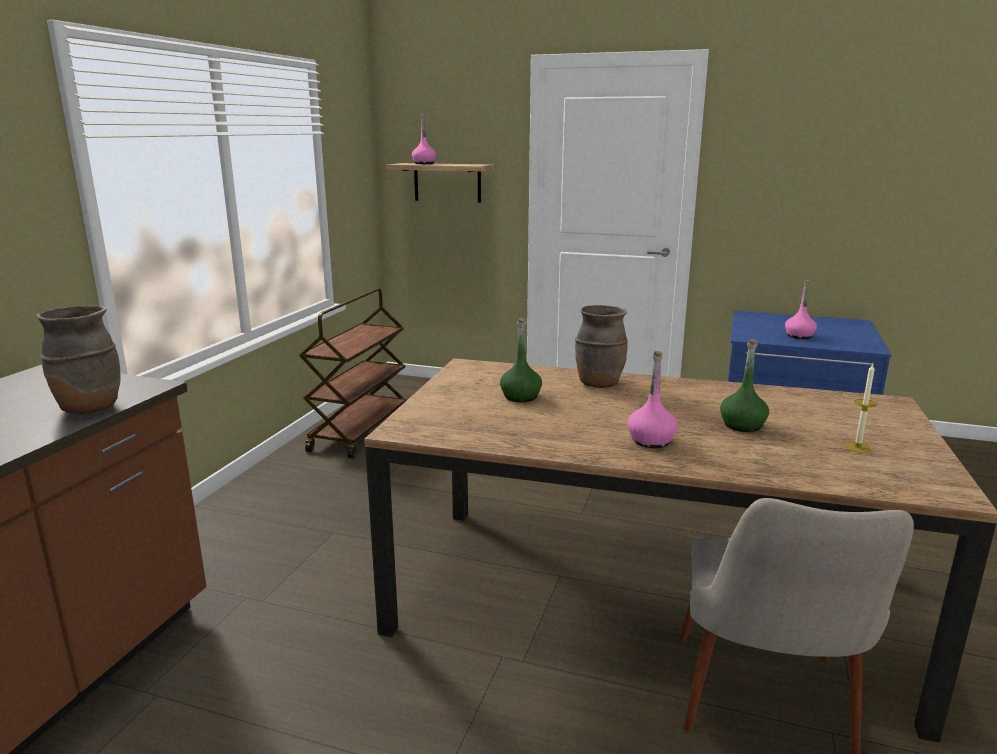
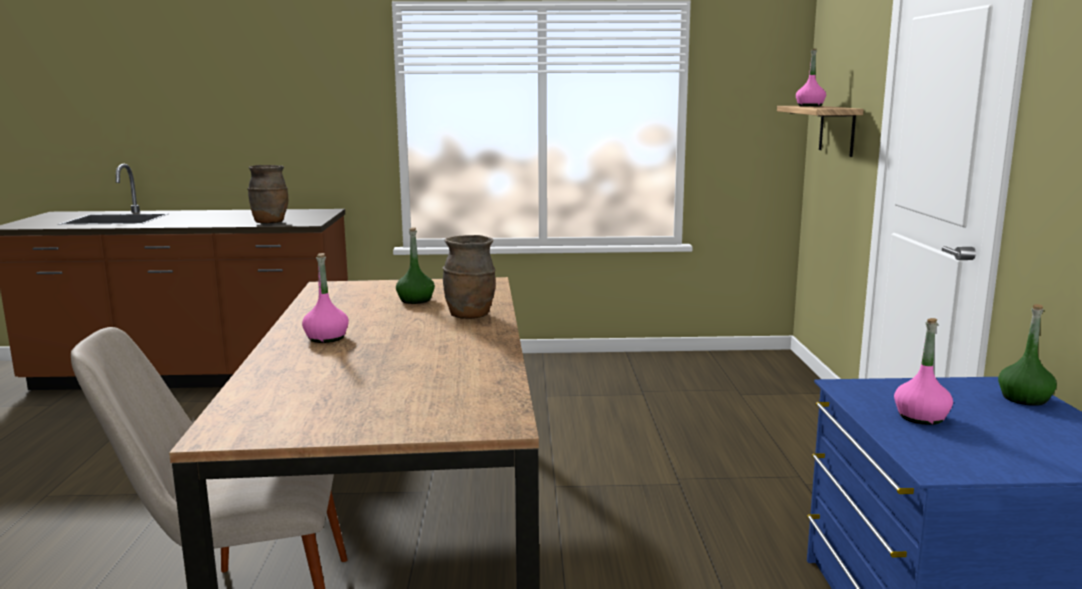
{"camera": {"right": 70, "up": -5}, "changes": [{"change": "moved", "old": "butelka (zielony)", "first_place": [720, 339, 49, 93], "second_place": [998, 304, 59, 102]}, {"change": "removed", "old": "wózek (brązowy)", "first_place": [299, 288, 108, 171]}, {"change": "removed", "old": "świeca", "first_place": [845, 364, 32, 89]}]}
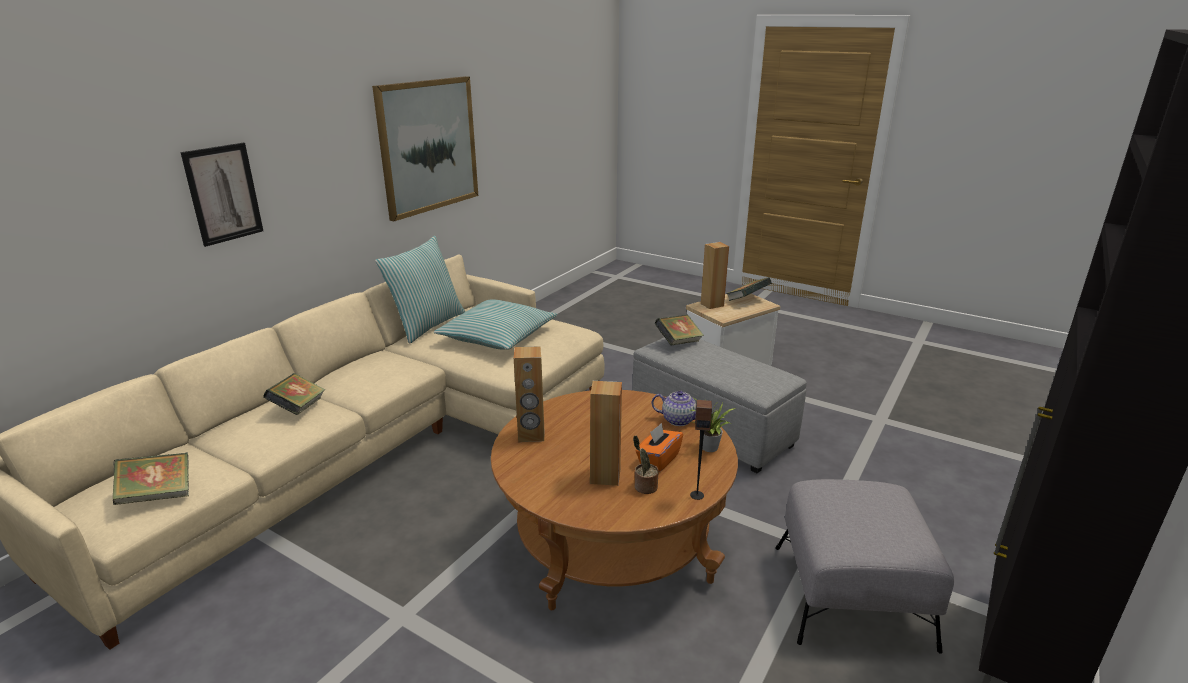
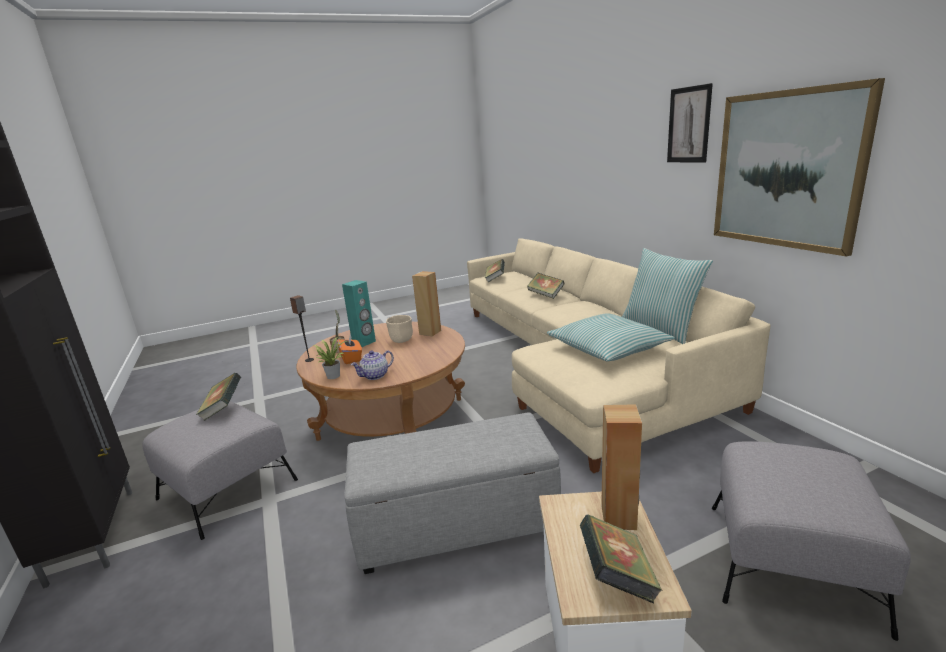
{"camera": {"right": 125, "up": -5}, "changes": [{"change": "moved", "old": "książka", "first_place": [655, 315, 49, 30], "second_place": [196, 373, 46, 48]}, {"change": "recoloured", "old": "głośnik (brązowy)", "new": "głośnik (turkusowy)", "first_place": [590, 381, 32, 105], "second_place": [342, 280, 34, 67]}, {"change": "added", "new": "miska (beżowy)", "second_place": [386, 315, 27, 28]}, {"change": "moved", "old": "obraz", "first_place": [180, 143, 83, 104], "second_place": [667, 83, 46, 80]}, {"change": "added", "new": "pufa (szary)", "second_place": [712, 441, 199, 200]}]}
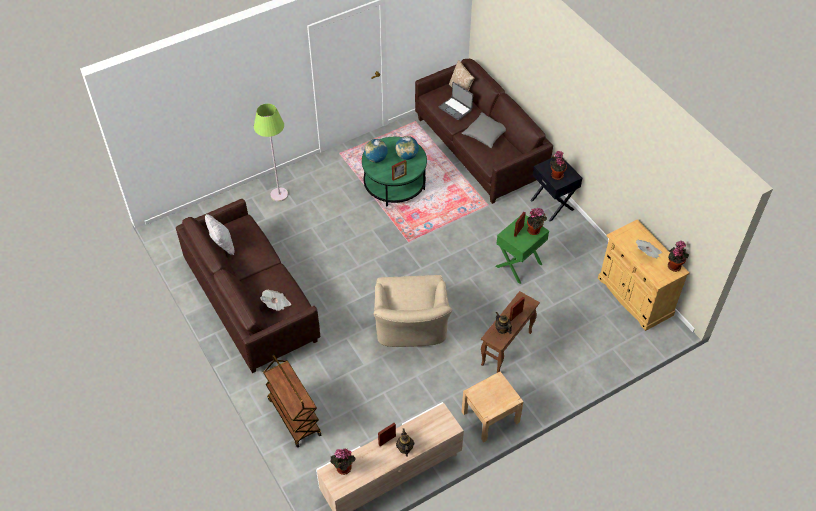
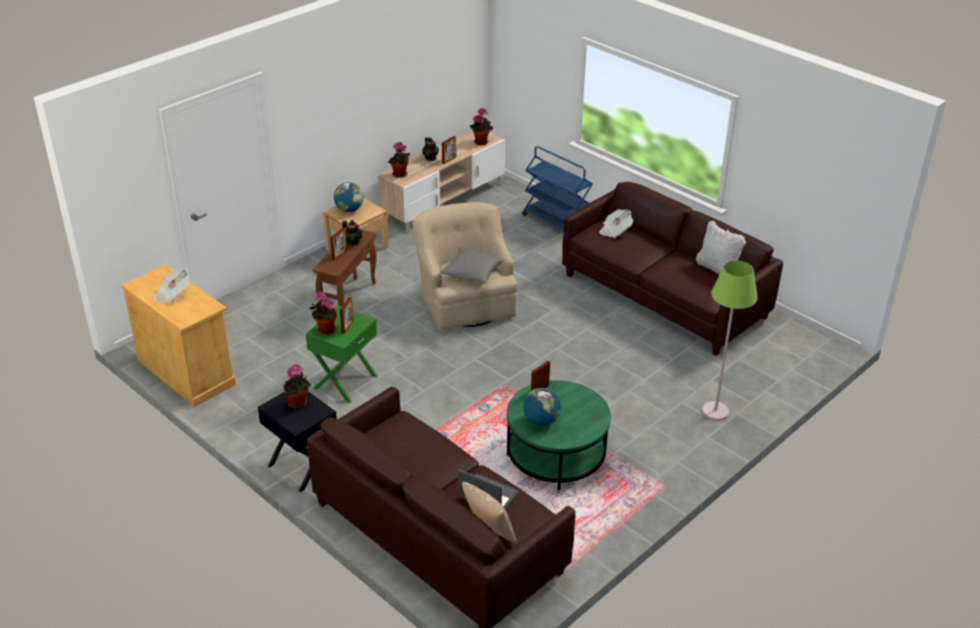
{"camera": {"right": 165, "up": -15}, "changes": [{"change": "moved", "old": "globus", "first_place": [364, 139, 24, 24], "second_place": [334, 182, 30, 30]}, {"change": "moved", "old": "roślina doniczkowa", "first_place": [668, 240, 21, 32], "second_place": [388, 142, 22, 36]}, {"change": "moved", "old": "poduszka (szary)", "first_place": [462, 112, 44, 36], "second_place": [440, 247, 64, 36]}, {"change": "recoloured", "old": "wózek (brązowy)", "new": "wózek (niebieski)", "first_place": [263, 355, 58, 93], "second_place": [522, 146, 71, 83]}]}
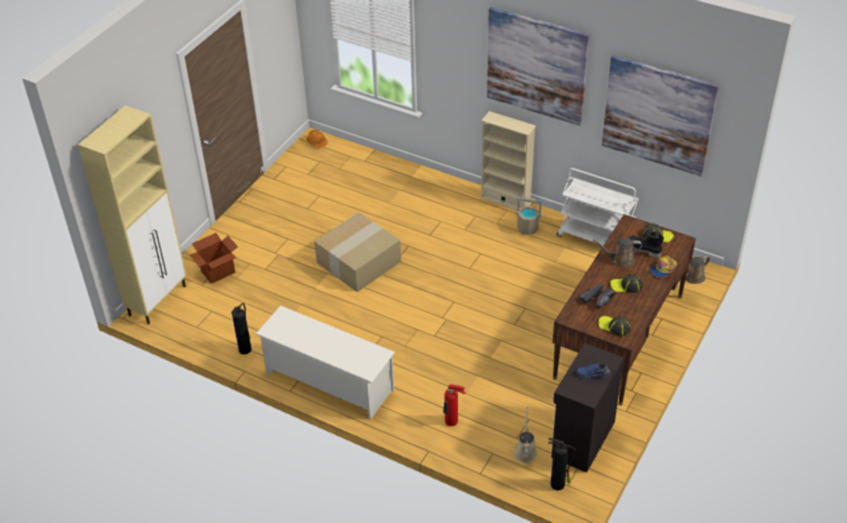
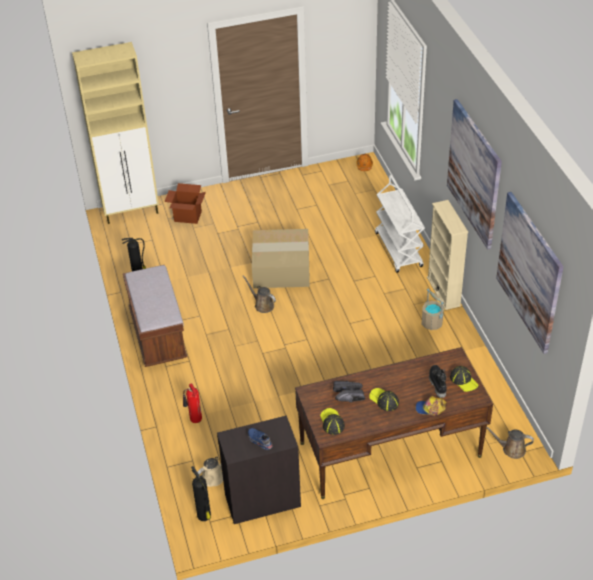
{"camera": {"right": 45, "up": 0}, "changes": [{"change": "replaced", "old": "regał na buty (biały)", "new": "ławka (brązowy)", "first_place": [255, 306, 140, 114], "second_place": [123, 265, 65, 102]}, {"change": "moved", "old": "konewka (brązowy)", "first_place": [593, 238, 49, 30], "second_place": [243, 275, 33, 38]}, {"change": "moved", "old": "wózek (biały)", "first_place": [557, 168, 82, 78], "second_place": [375, 175, 50, 98]}]}
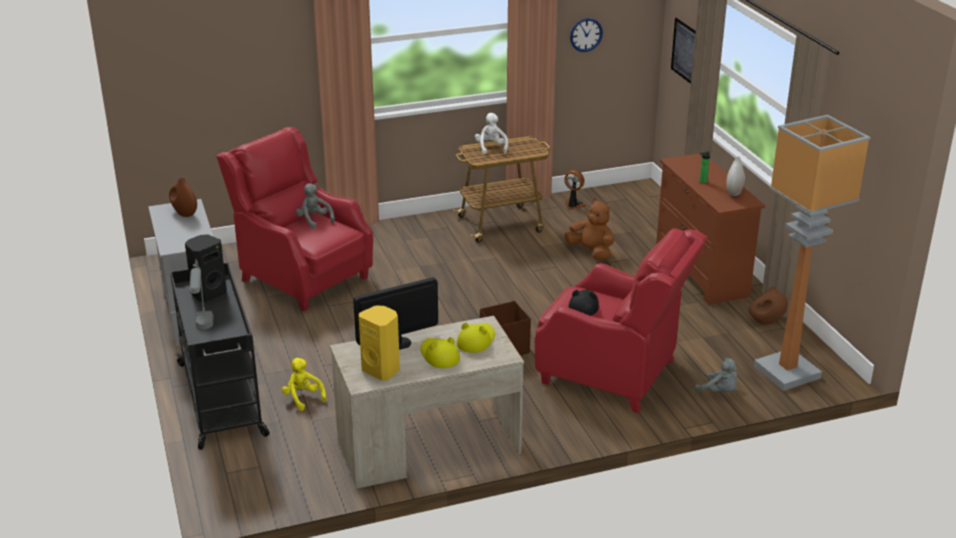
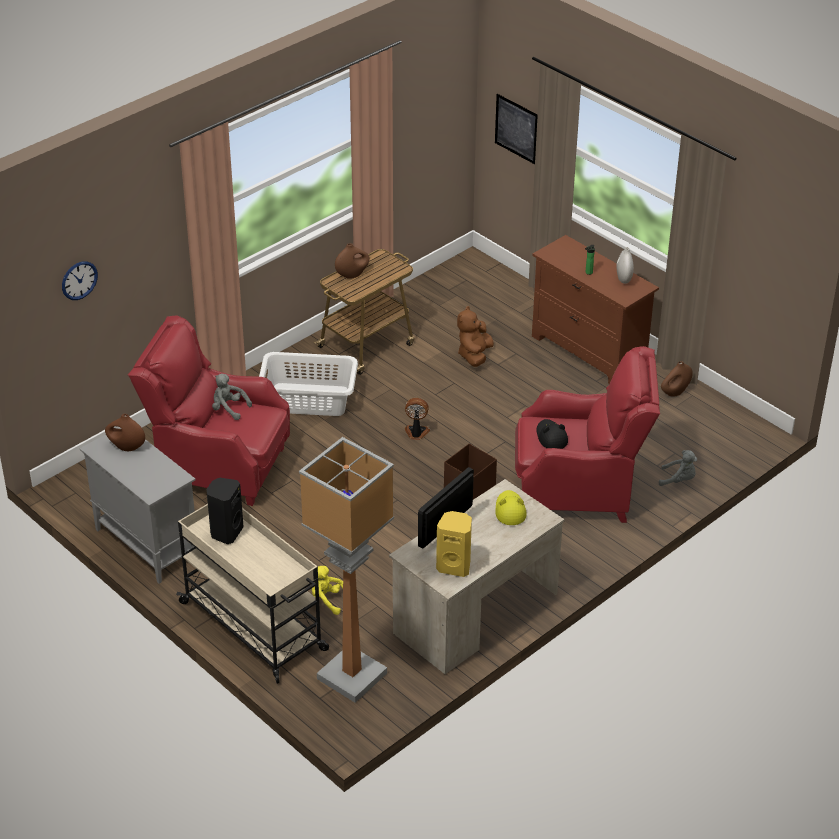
{"camera": {"right": -25, "up": 10}, "changes": [{"change": "moved", "old": "zegar ścienny", "first_place": [570, 18, 33, 34], "second_place": [62, 261, 36, 39]}, {"change": "recoloured", "old": "wózek (czarny)", "new": "wózek (beżowy)", "first_place": [170, 263, 99, 187], "second_place": [176, 504, 153, 180]}, {"change": "added", "new": "kosz na pranie (biały)", "second_place": [259, 352, 99, 64]}, {"change": "moved", "old": "lampa stojąca", "first_place": [754, 115, 117, 276], "second_place": [299, 437, 95, 266]}, {"change": "replaced", "old": "pluszak (biały)", "new": "wazon (brązowy)", "first_place": [475, 113, 33, 41], "second_place": [335, 243, 35, 36]}, {"change": "moved", "old": "wentylator", "first_place": [564, 170, 22, 39], "second_place": [405, 398, 25, 42]}, {"change": "turned", "old": "pluszak (brązowy)", "first_place": [564, 198, 51, 62], "second_place": [457, 306, 37, 61], "degrees": -90}, {"change": "removed", "old": "lampa stołowa (szary)", "first_place": [189, 259, 25, 71]}, {"change": "removed", "old": "kapelusz (żółty)", "first_place": [420, 337, 40, 31]}]}
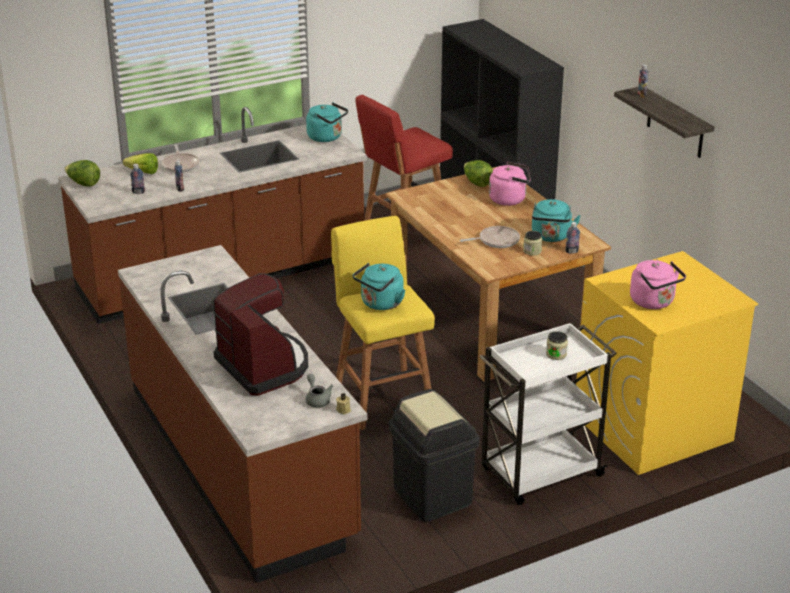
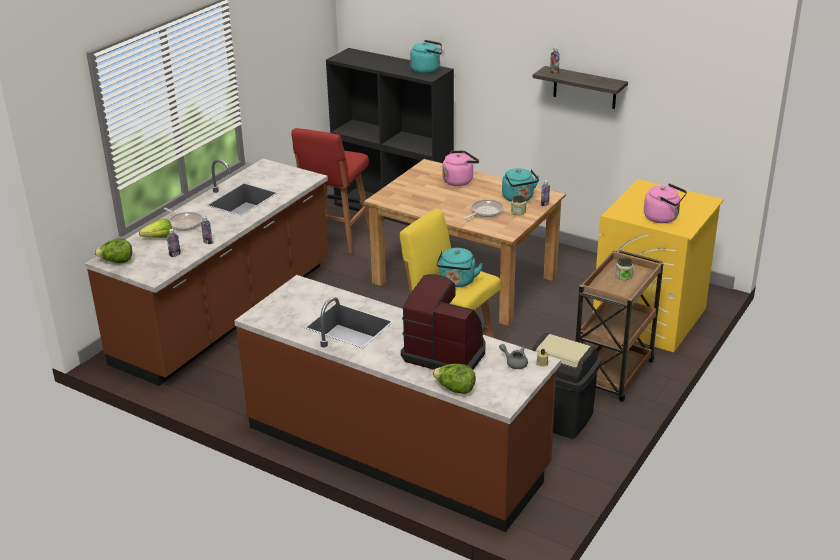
{"camera": {"right": -30, "up": 0}, "changes": [{"change": "moved", "old": "czajnik (turkusowy)", "first_place": [306, 102, 42, 40], "second_place": [410, 40, 32, 34]}, {"change": "moved", "old": "sałata", "first_place": [464, 160, 29, 27], "second_place": [432, 364, 44, 30]}, {"change": "recoloured", "old": "wózek (biały)", "new": "wózek (brązowy)", "first_place": [480, 322, 137, 183], "second_place": [576, 250, 87, 152]}]}
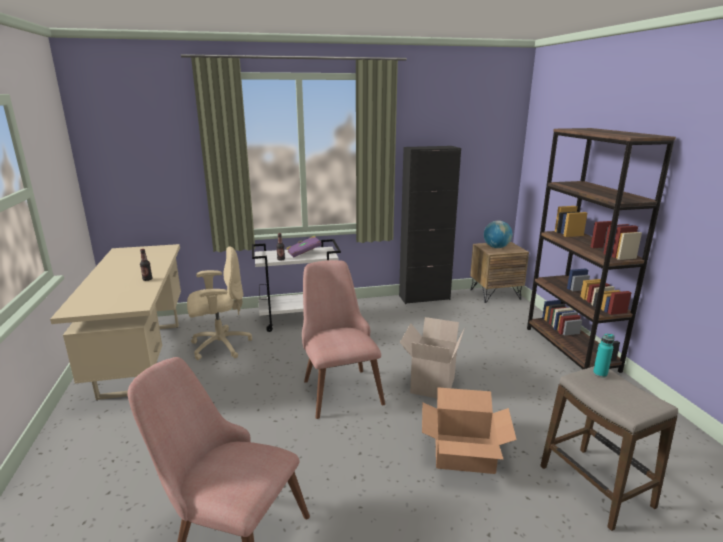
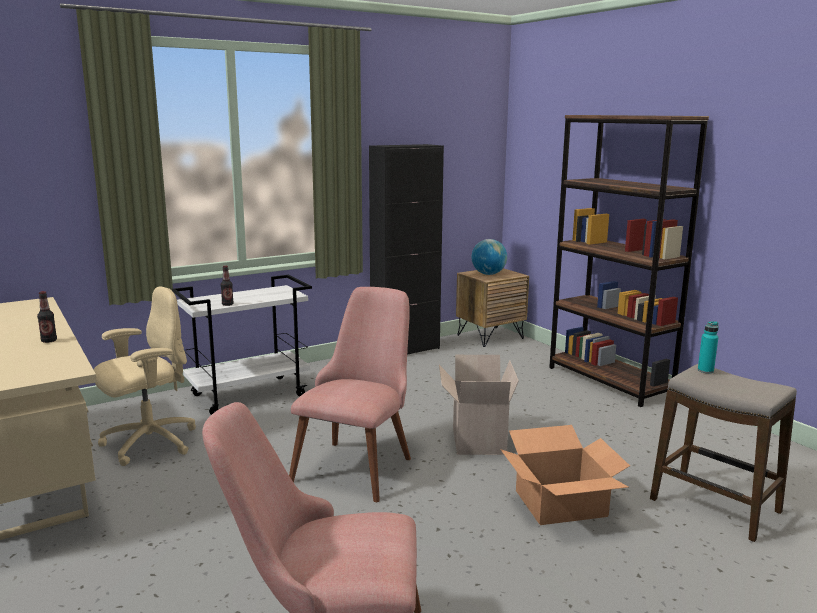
{"camera": {"right": -20, "up": -5}, "changes": [{"change": "turned", "old": "krzesło (różowy)", "first_place": [302, 260, 83, 159], "second_place": [289, 287, 122, 215], "degrees": 60}, {"change": "removed", "old": "książka (fioletowy)", "first_place": [286, 236, 36, 22]}]}
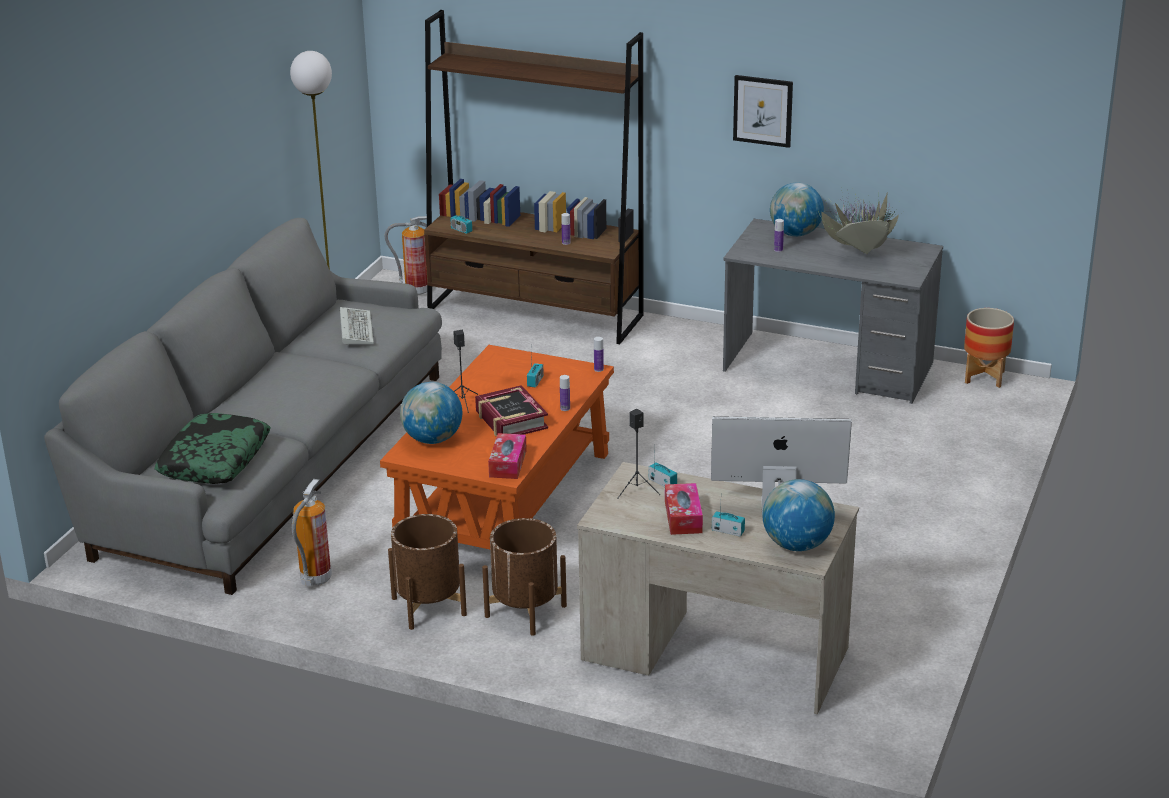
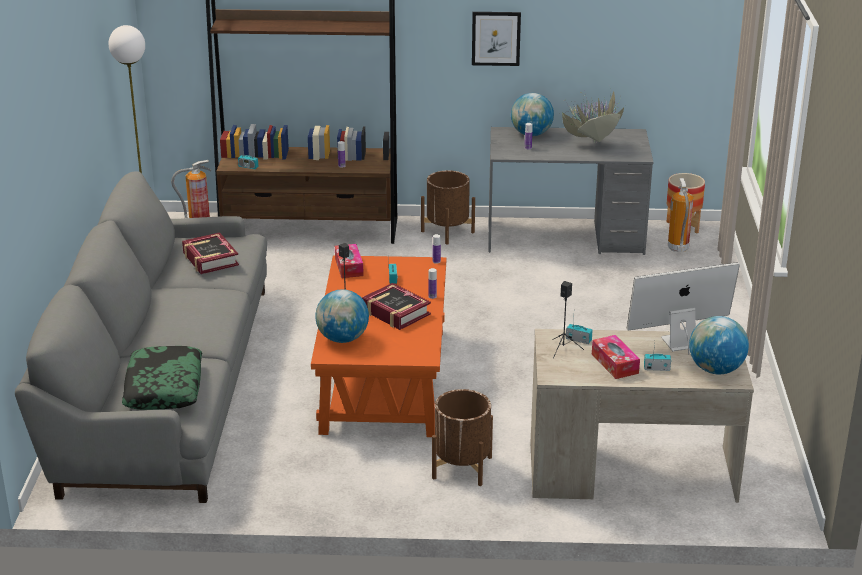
{"camera": {"right": -20, "up": 0}, "changes": [{"change": "replaced", "old": "klawiatura", "new": "książka", "first_place": [340, 307, 34, 38], "second_place": [182, 232, 57, 42]}, {"change": "moved", "old": "pudełko chusteczek", "first_place": [488, 433, 39, 46], "second_place": [335, 244, 29, 34]}, {"change": "moved", "old": "donica (brązowy)", "first_place": [388, 514, 79, 116], "second_place": [421, 170, 54, 75]}, {"change": "moved", "old": "gaśnica", "first_place": [292, 479, 40, 107], "second_place": [668, 178, 26, 74]}]}
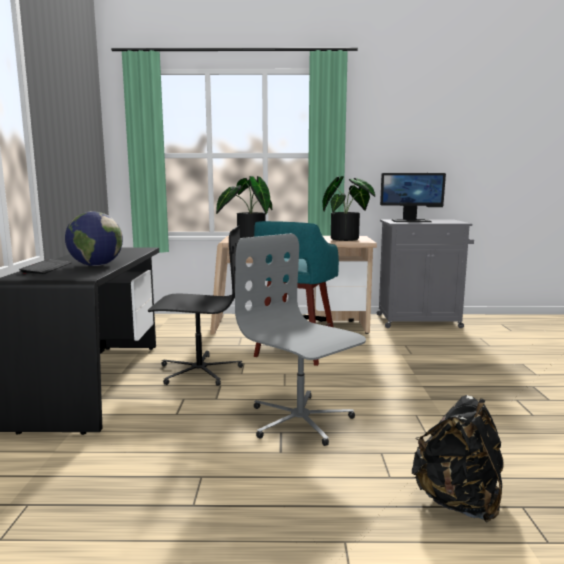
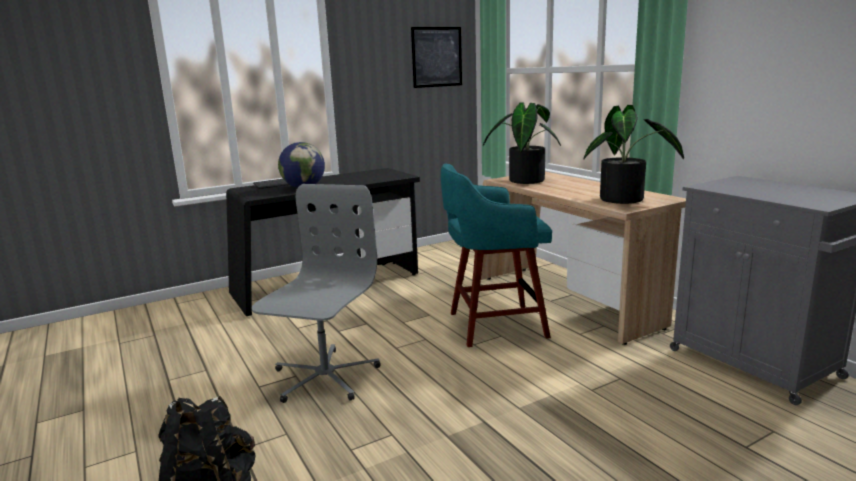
{"camera": {"right": 60, "up": 5}, "changes": [{"change": "added", "new": "obraz", "second_place": [411, 27, 51, 61]}, {"change": "removed", "old": "krzesło biurowe (czarny)", "first_place": [148, 225, 95, 161]}, {"change": "removed", "old": "monitor", "first_place": [380, 173, 66, 49]}]}
